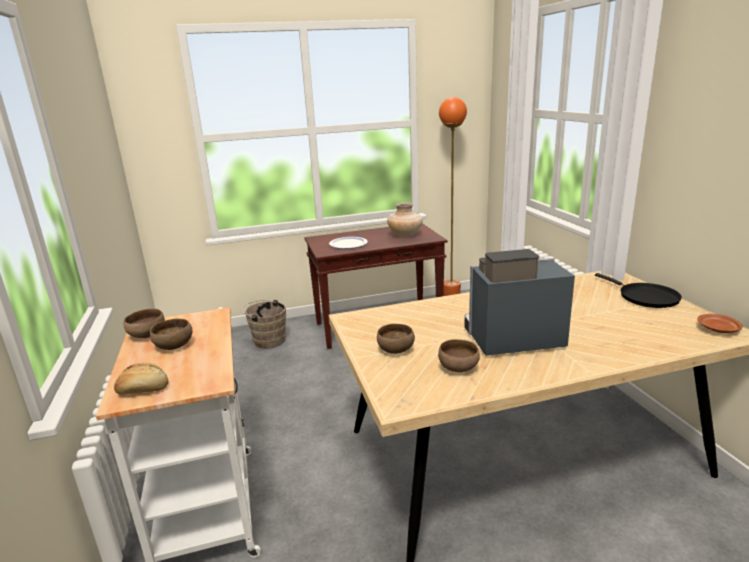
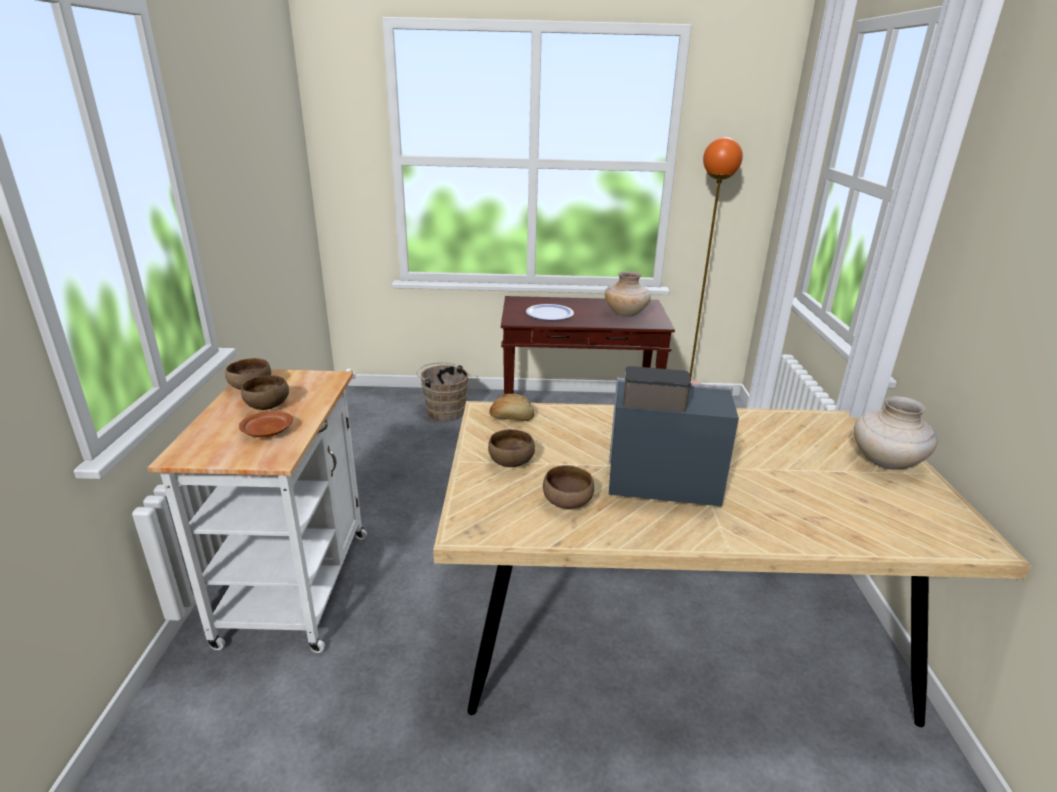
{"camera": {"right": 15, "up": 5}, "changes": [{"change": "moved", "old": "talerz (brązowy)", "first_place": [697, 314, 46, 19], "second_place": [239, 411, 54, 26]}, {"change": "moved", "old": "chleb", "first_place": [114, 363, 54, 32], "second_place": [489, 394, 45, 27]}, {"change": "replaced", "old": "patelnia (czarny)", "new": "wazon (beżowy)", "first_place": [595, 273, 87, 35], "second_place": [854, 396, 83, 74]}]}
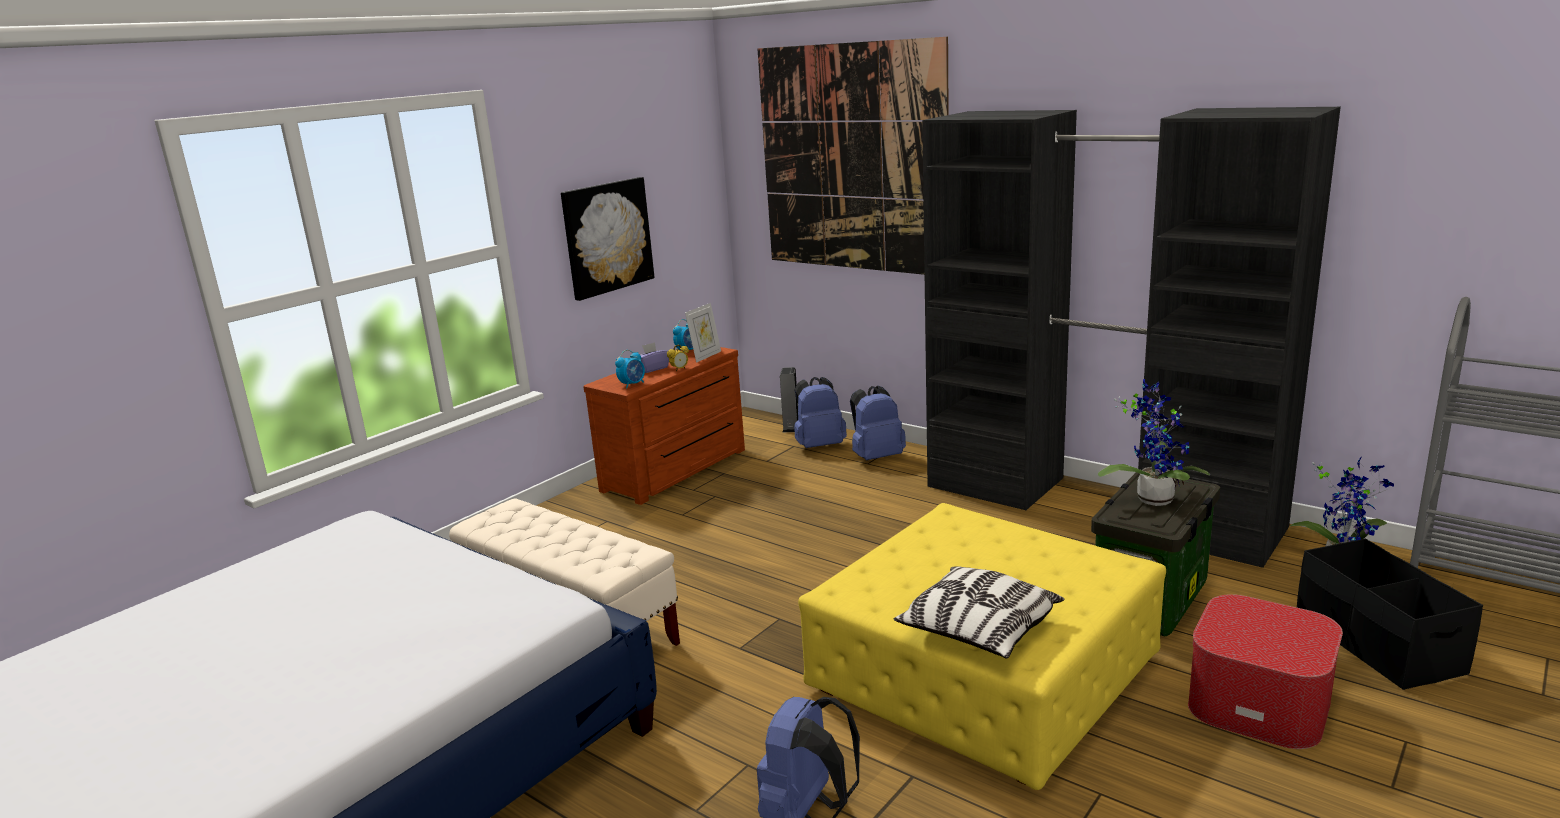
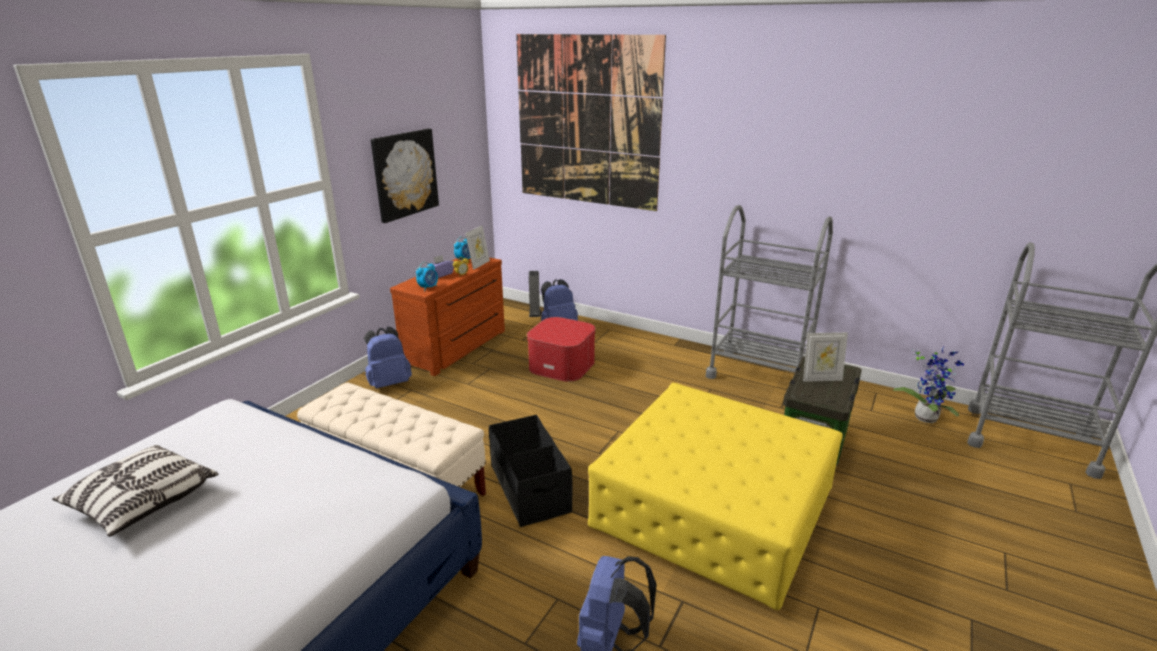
{"camera": {"right": -10, "up": 5}, "changes": [{"change": "moved", "old": "poduszka", "first_place": [894, 566, 170, 92], "second_place": [52, 445, 166, 92]}, {"change": "moved", "old": "plecak (niebieski)", "first_place": [850, 386, 56, 74], "second_place": [364, 327, 48, 62]}, {"change": "moved", "old": "pojemnik do przechowywania (czarny)", "first_place": [1297, 539, 186, 151], "second_place": [489, 415, 83, 112]}, {"change": "moved", "old": "pufa", "first_place": [1188, 594, 155, 155], "second_place": [527, 317, 69, 65]}, {"change": "replaced", "old": "szafa (czarny)", "new": "wózek (szary)", "first_place": [922, 107, 419, 461], "second_place": [706, 205, 127, 174]}, {"change": "replaced", "old": "roślina doniczkowa", "new": "ramka na zdjęcie", "first_place": [1098, 379, 112, 127], "second_place": [803, 332, 45, 50]}]}
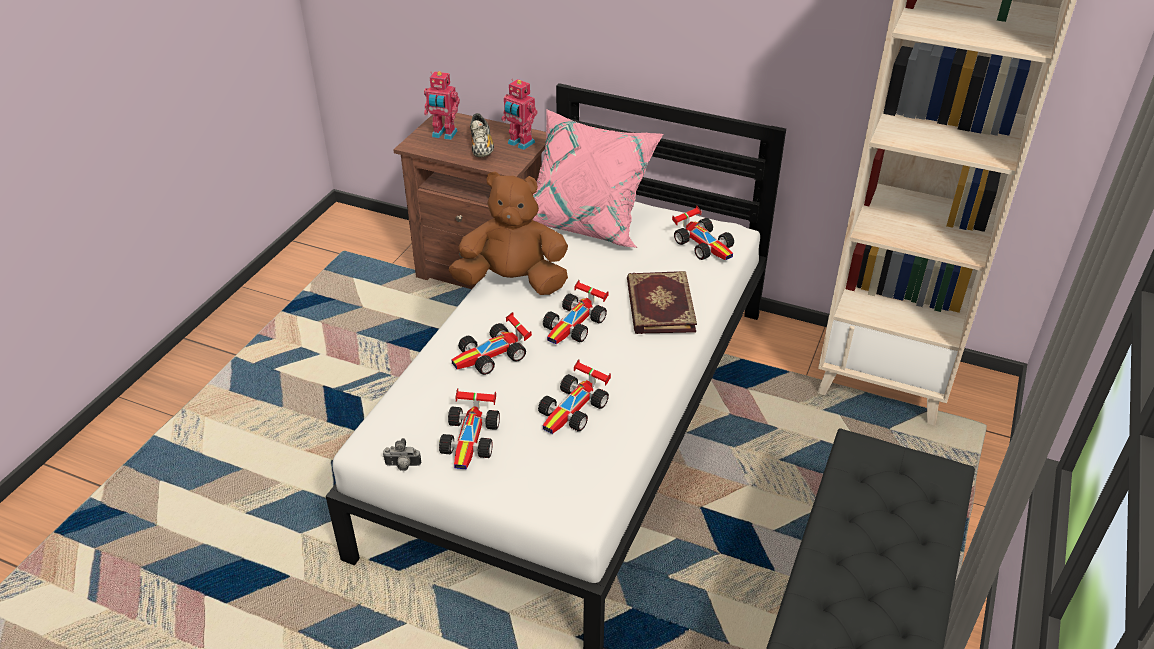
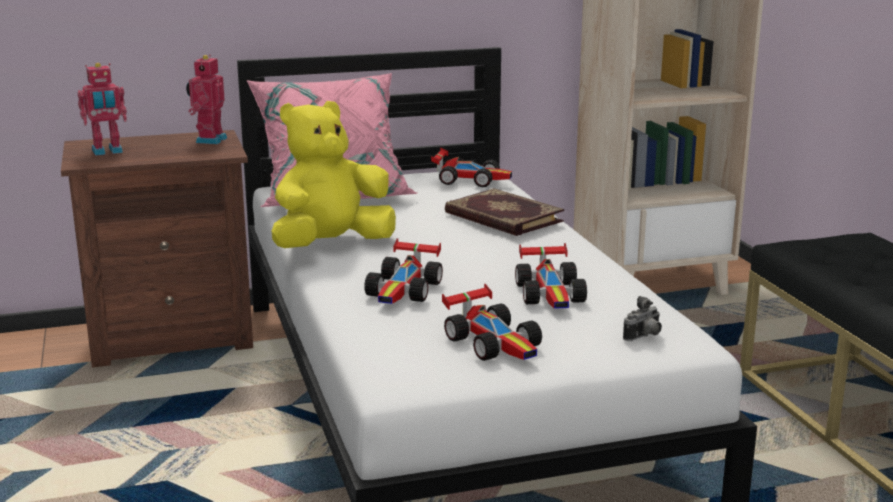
{"camera": {"right": -40, "up": -20}, "changes": [{"change": "turned", "old": "robot zabawkowy", "first_place": [501, 79, 36, 71], "second_place": [186, 55, 41, 89], "degrees": 105}, {"change": "recoloured", "old": "pluszak (brązowy)", "new": "pluszak (żółty)", "first_place": [449, 171, 119, 124], "second_place": [272, 101, 124, 147]}, {"change": "moved", "old": "aparat fotograficzny", "first_place": [383, 438, 38, 33], "second_place": [623, 296, 39, 45]}, {"change": "removed", "old": "but", "first_place": [470, 113, 24, 44]}, {"change": "removed", "old": "samochodzik", "first_place": [543, 280, 65, 64]}]}
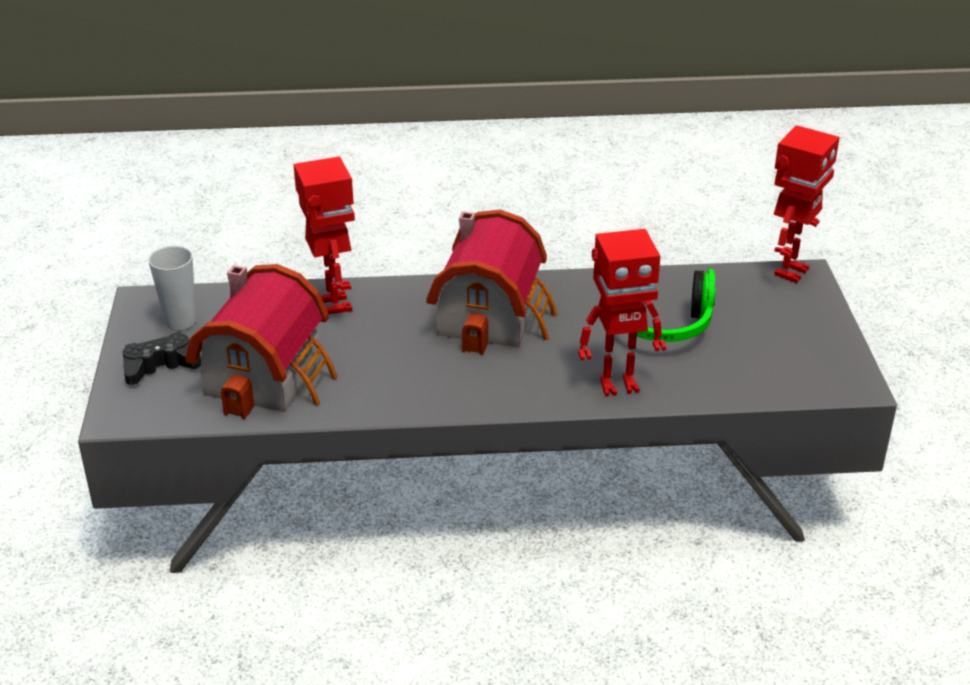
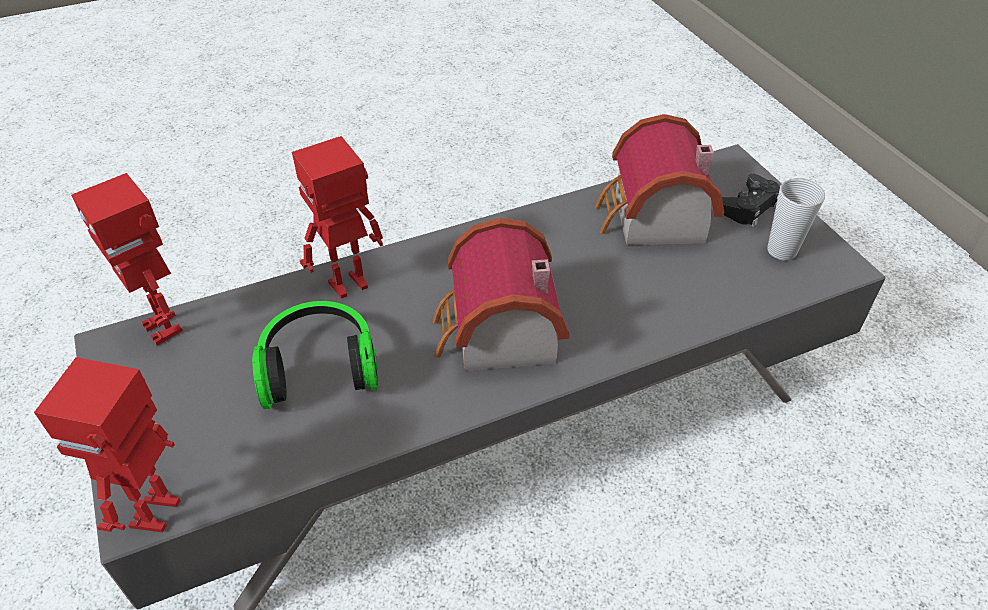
{"camera": {"right": 160, "up": 10}, "changes": [{"change": "moved", "old": "robot zabawkowy", "first_place": [293, 156, 62, 158], "second_place": [71, 173, 112, 173]}]}
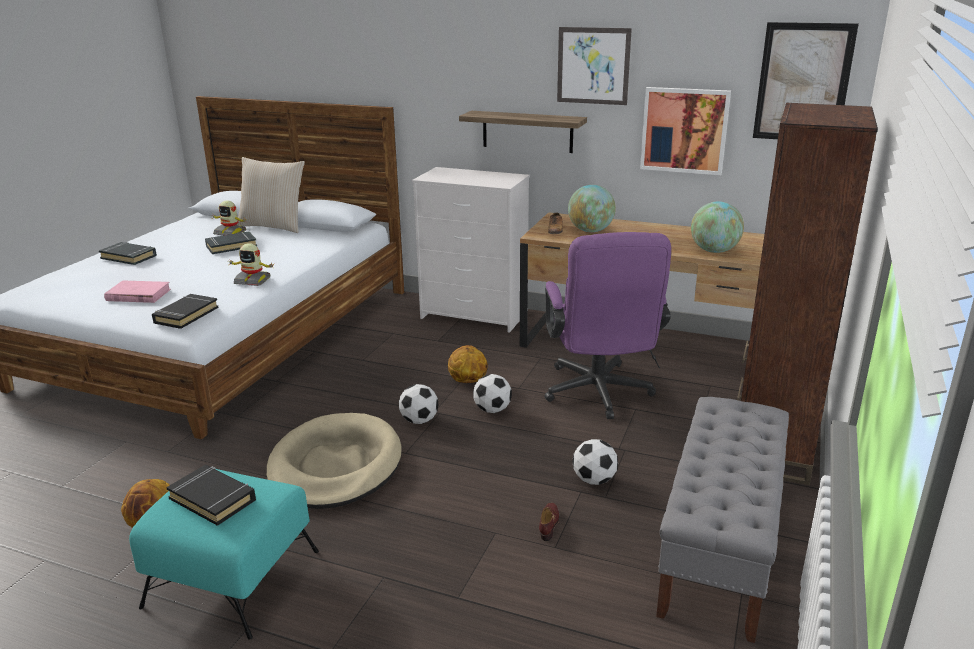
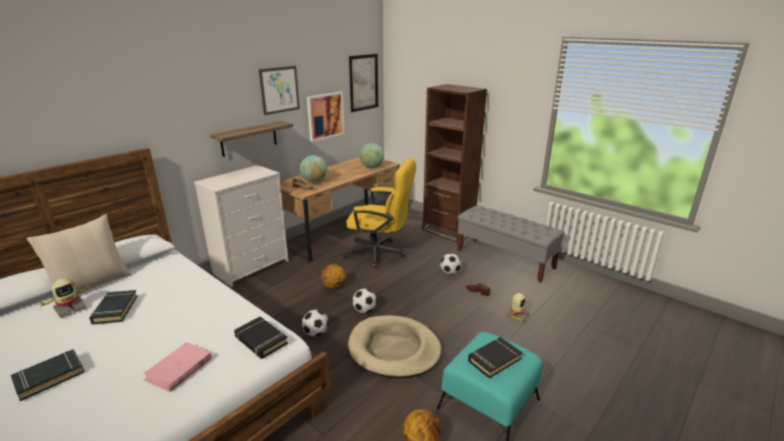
{"camera": {"right": -70, "up": 0}, "changes": [{"change": "moved", "old": "piłka futbolowa", "first_place": [473, 374, 39, 39], "second_place": [302, 310, 27, 27]}, {"change": "recoloured", "old": "krzesło biurowe (fioletowy)", "new": "krzesło biurowe (żółty)", "first_place": [544, 232, 127, 187], "second_place": [343, 158, 72, 110]}, {"change": "moved", "old": "robot zabawkowy", "first_place": [229, 243, 45, 43], "second_place": [506, 293, 24, 31]}]}
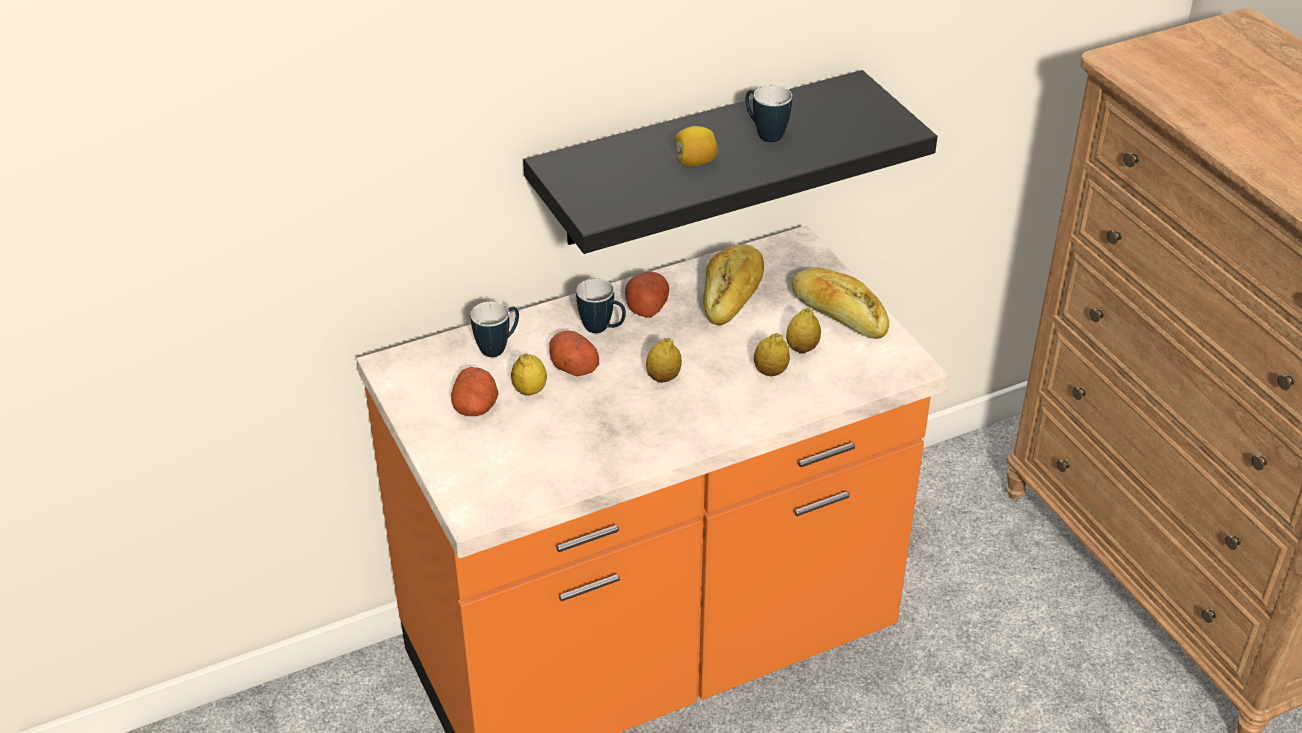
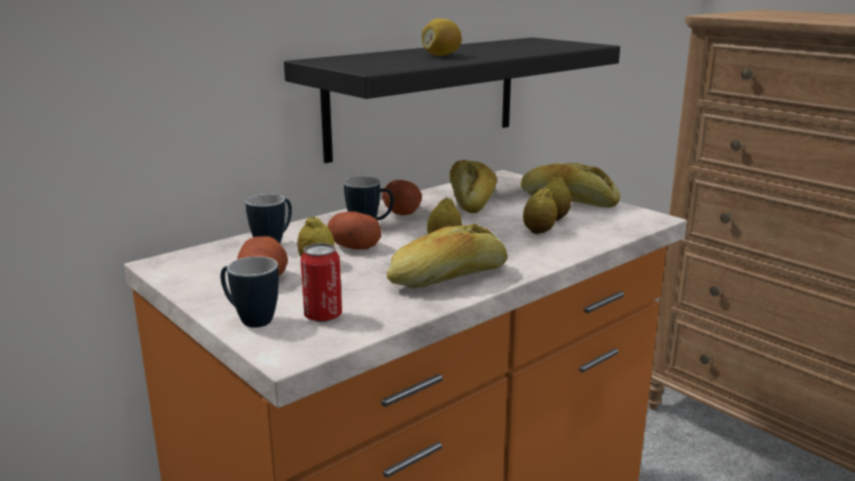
{"camera": {"right": -15, "up": -20}, "changes": [{"change": "moved", "old": "kubek", "first_place": [746, 85, 46, 57], "second_place": [221, 256, 58, 72]}, {"change": "added", "new": "puszka", "second_place": [301, 243, 41, 79]}, {"change": "added", "new": "chleb", "second_place": [387, 224, 120, 65]}]}
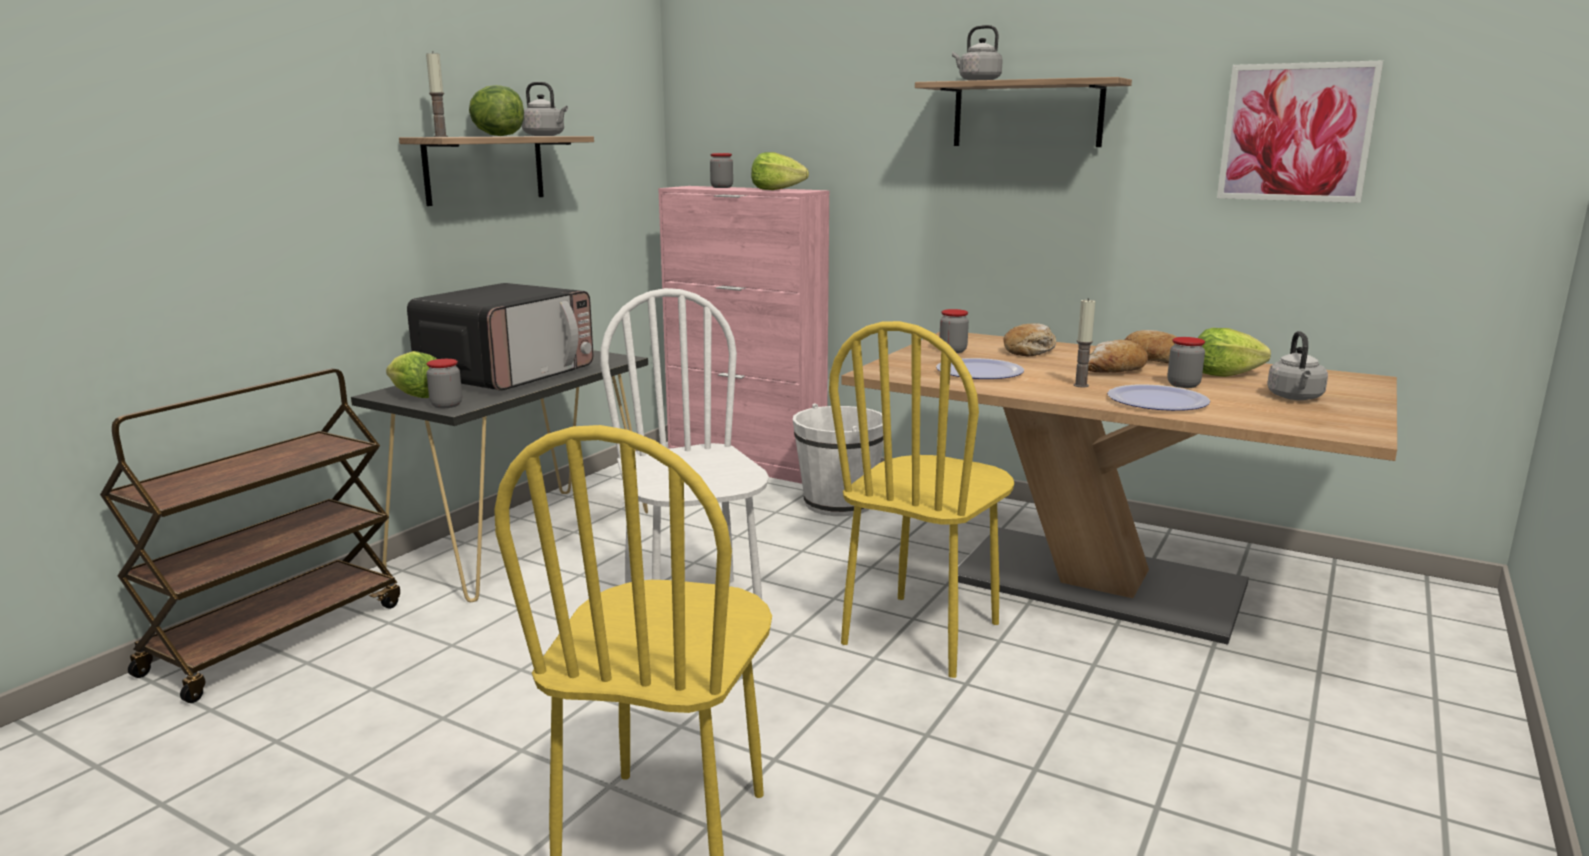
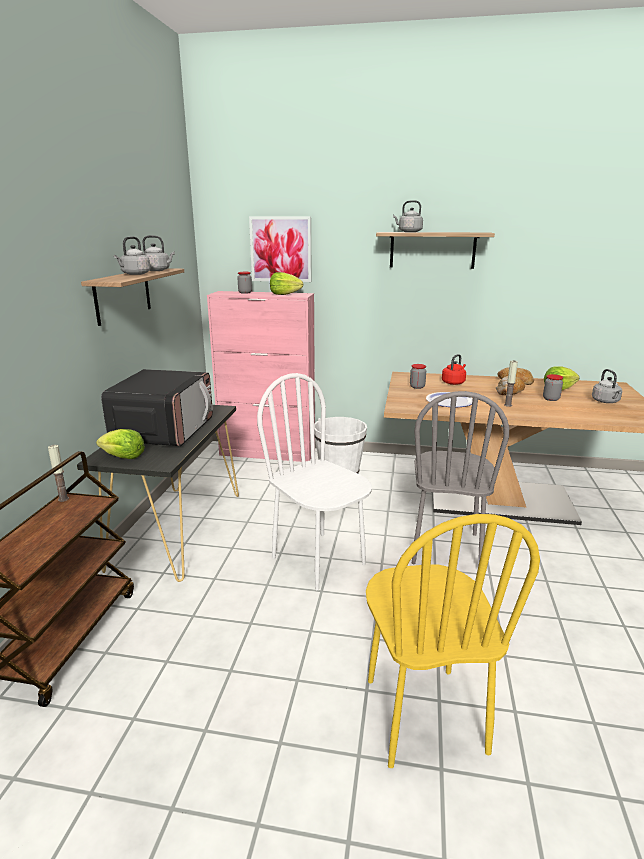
{"camera": {"right": -20, "up": 5}, "changes": [{"change": "moved", "old": "świeca", "first_place": [426, 51, 22, 86], "second_place": [48, 445, 21, 57]}, {"change": "replaced", "old": "sałata", "new": "czajnik (szary)", "first_place": [469, 85, 55, 51], "second_place": [114, 236, 37, 39]}, {"change": "moved", "old": "obraz", "first_place": [1217, 60, 166, 143], "second_place": [249, 217, 63, 65]}, {"change": "recoloured", "old": "krzesło (żółty)", "new": "krzesło (szary)", "first_place": [829, 321, 185, 357], "second_place": [412, 391, 97, 175]}, {"change": "replaced", "old": "chleb", "new": "czajnik (czerwony)", "first_place": [1003, 323, 53, 33], "second_place": [442, 354, 24, 31]}, {"change": "removed", "old": "słoik", "first_place": [426, 359, 36, 49]}, {"change": "removed", "old": "talerz", "first_place": [1107, 384, 103, 27]}]}
